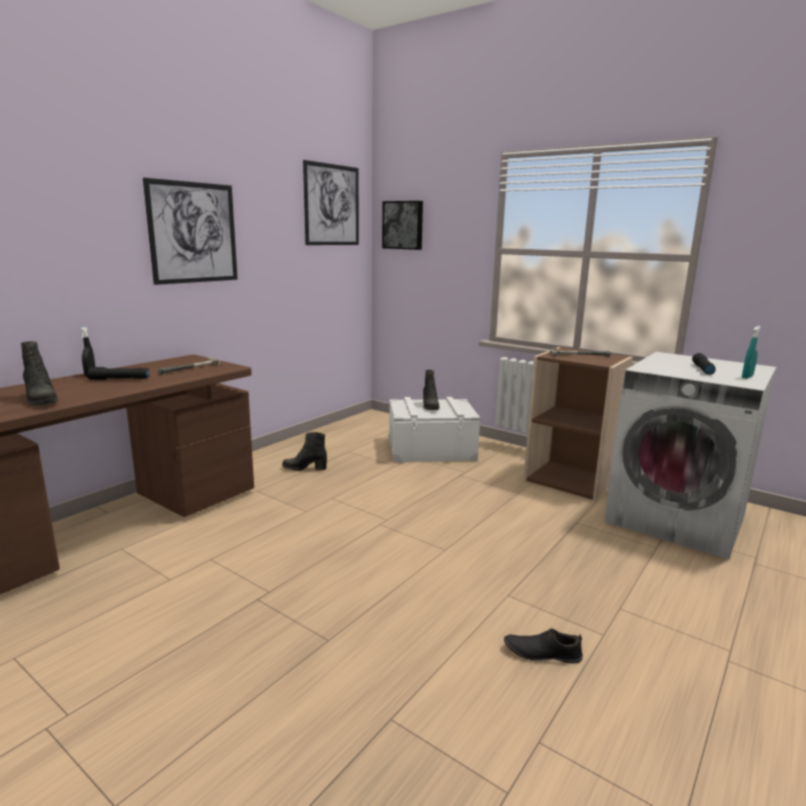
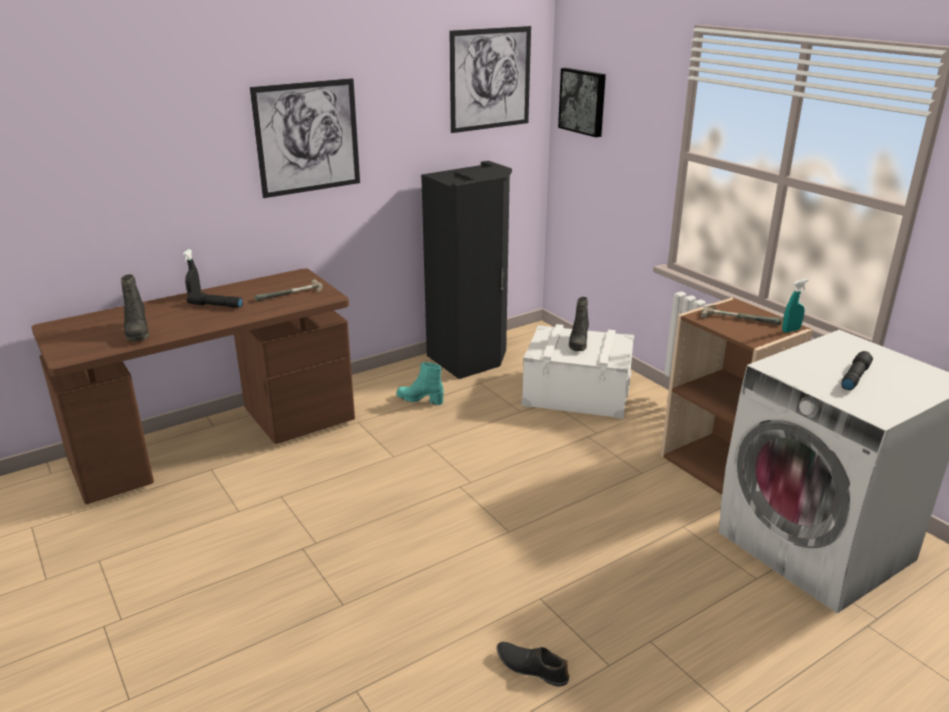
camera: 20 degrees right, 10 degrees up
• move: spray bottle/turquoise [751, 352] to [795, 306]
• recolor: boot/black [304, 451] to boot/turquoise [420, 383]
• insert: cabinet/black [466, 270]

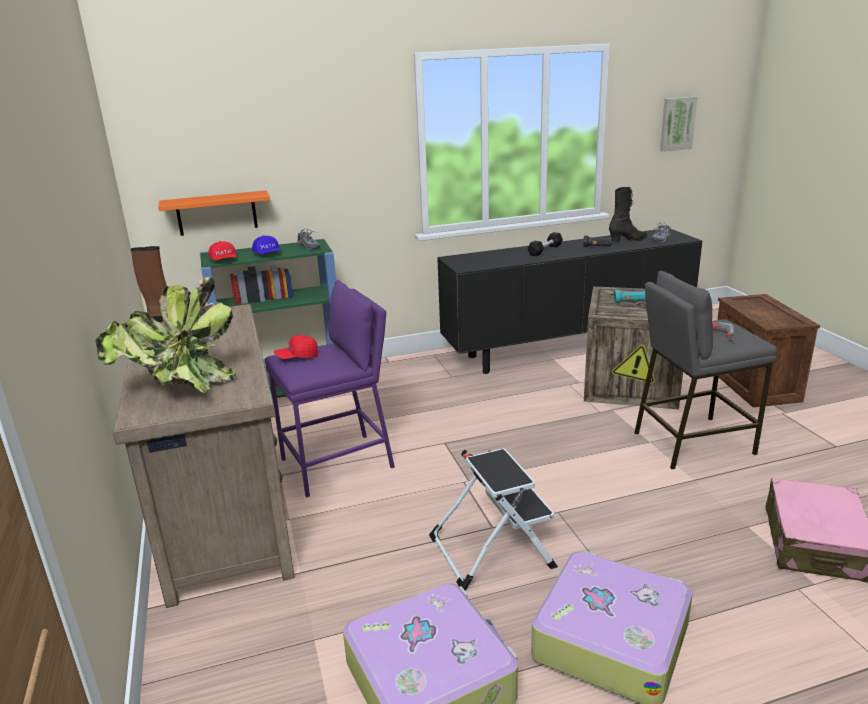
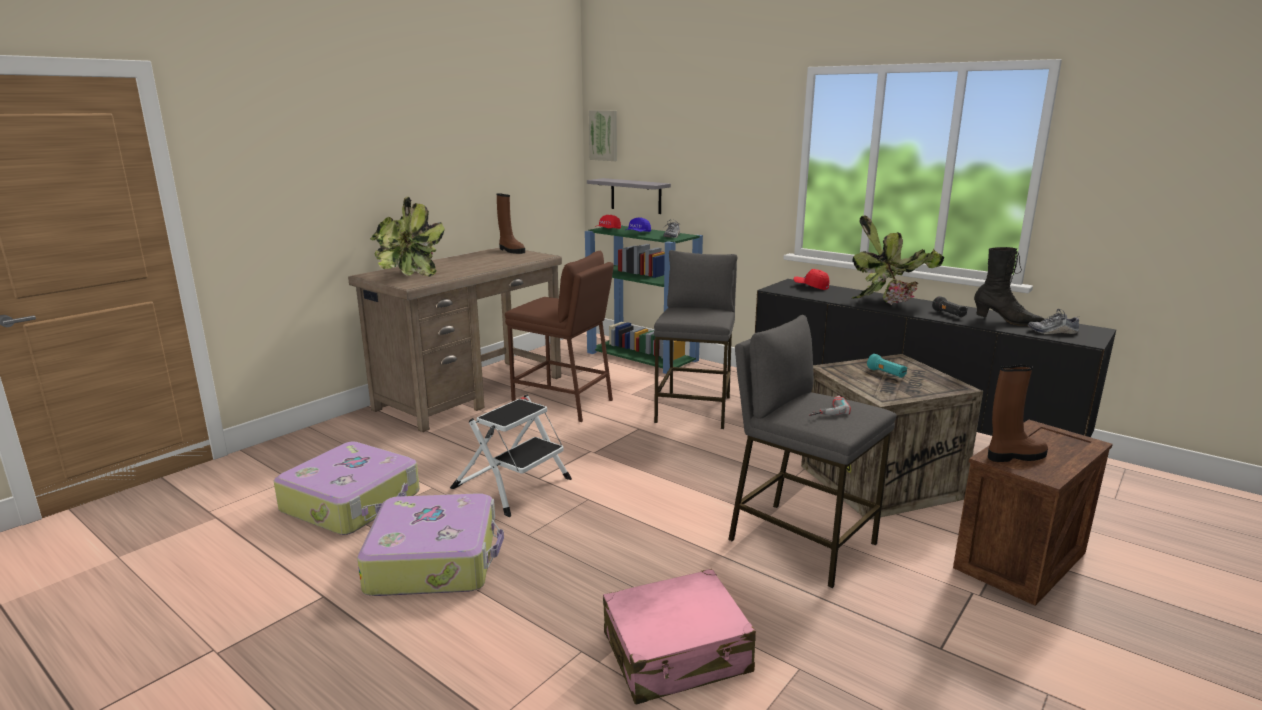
camera: 55 degrees right, 5 degrees down
• move: picture [678, 124] to [603, 135]
• recolor: shelf/orange [214, 213] to shelf/grey [629, 196]
• replace: dumbbell/black [545, 244] to potted plant [897, 260]
• recolor: stool/purple [330, 388] to stool/brown [559, 336]
• move: cap/red [296, 347] to [812, 279]
• insert: stool/grey [695, 339]
• insert: boot/brown [1018, 413]

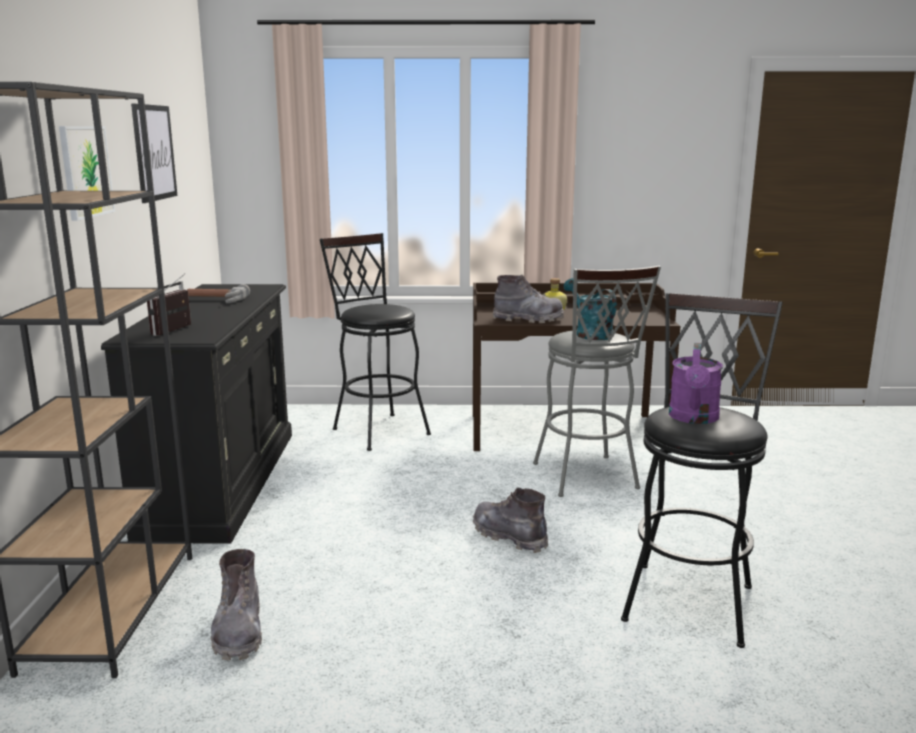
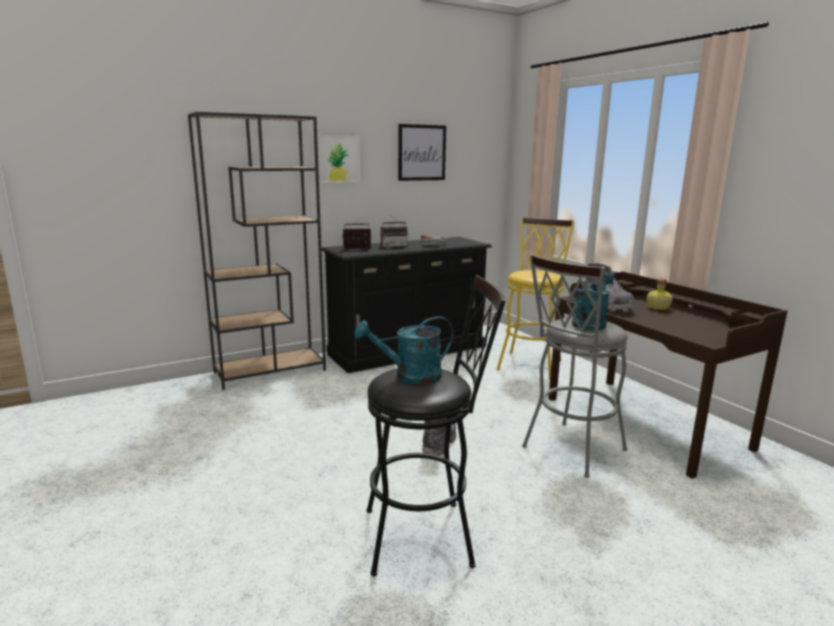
camera: 60 degrees right, 0 degrees up
• recolor: stool/black [375, 342] to stool/yellow [535, 298]
• recolor: watering can/purple [696, 383] to watering can/turquoise [404, 350]
• delete: boot/grey [236, 605]
• insert: radio [394, 231]

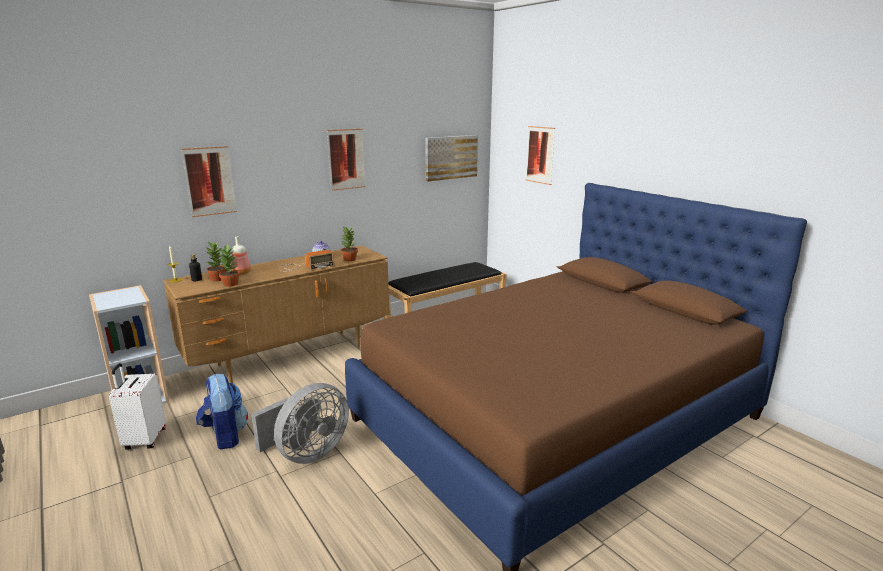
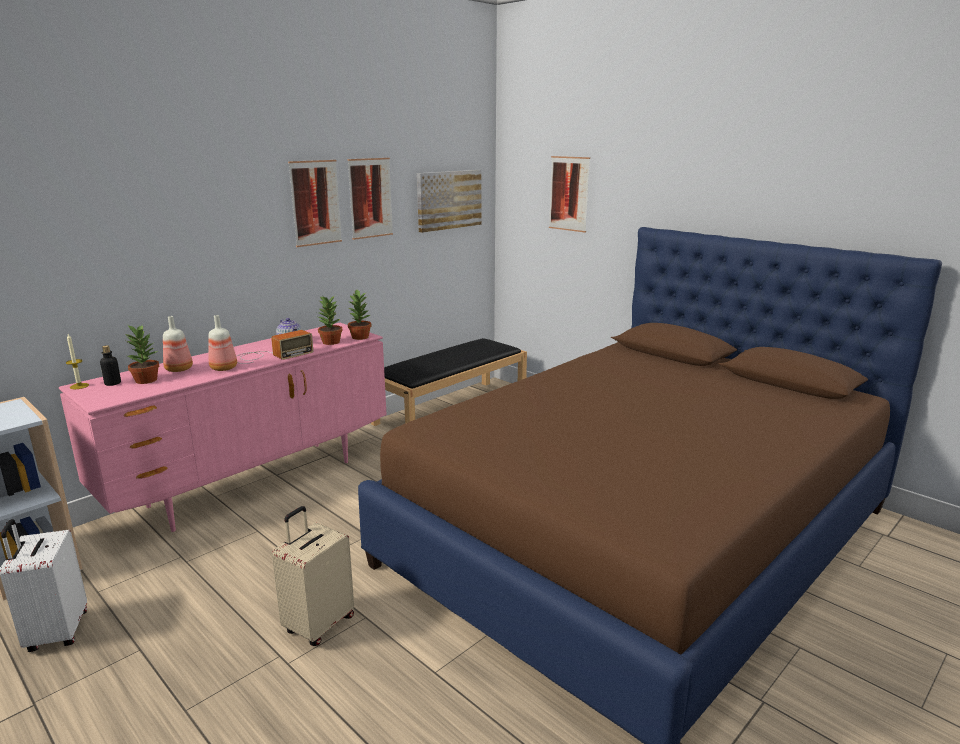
camera: 10 degrees left, 0 degrees up
• move: picture [209, 181] to [370, 199]
• move: potted plant [228, 265] to [359, 315]
• recolor: dresser/brown [276, 314] to dresser/pink [223, 427]
• delete: backpack [222, 411]
• replace: fan/grey [300, 423] to suitcase/beige [313, 576]
• insert: bottle [223, 343]

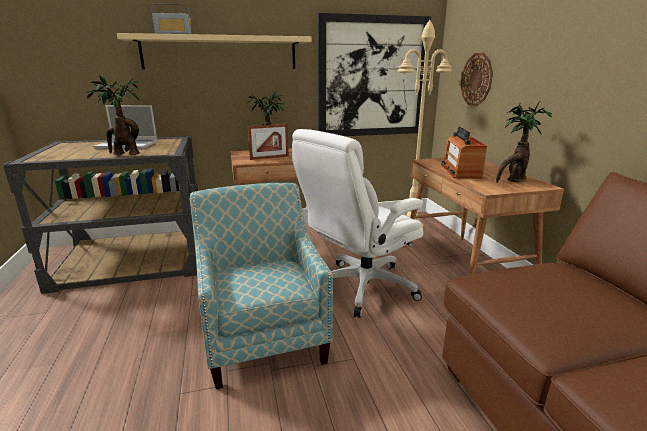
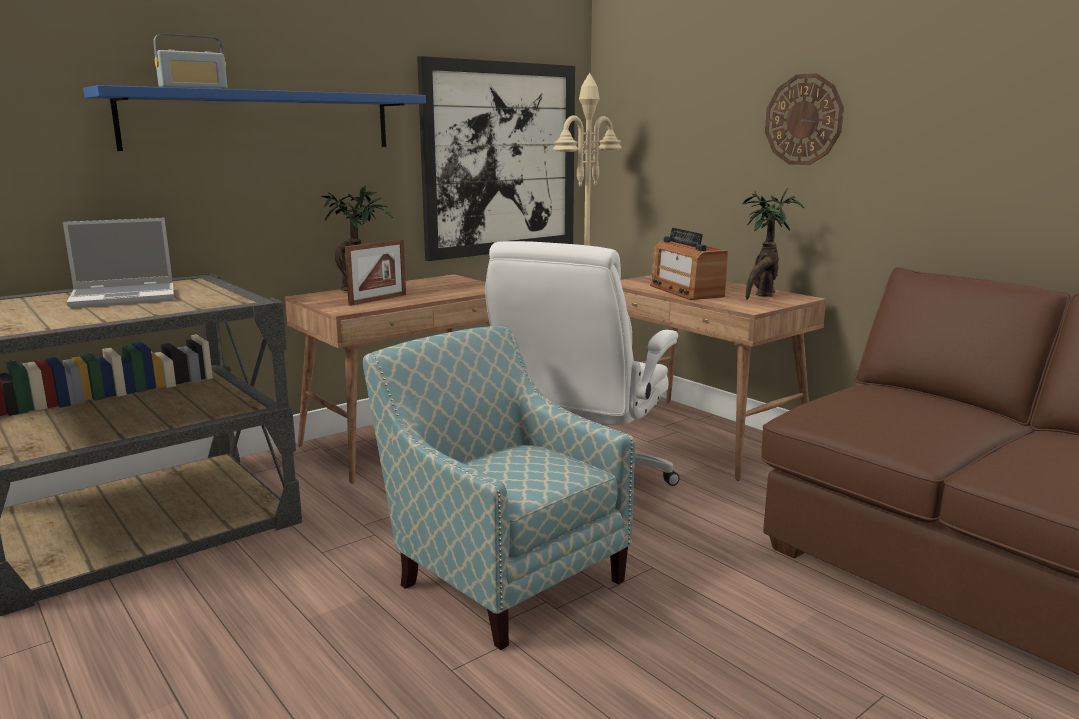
camera: 25 degrees left, 5 degrees down
• recolor: shelf/beige [214, 51] to shelf/blue [254, 118]
• move: wall clock [477, 79] to [804, 119]
• delete: potted plant [113, 115]

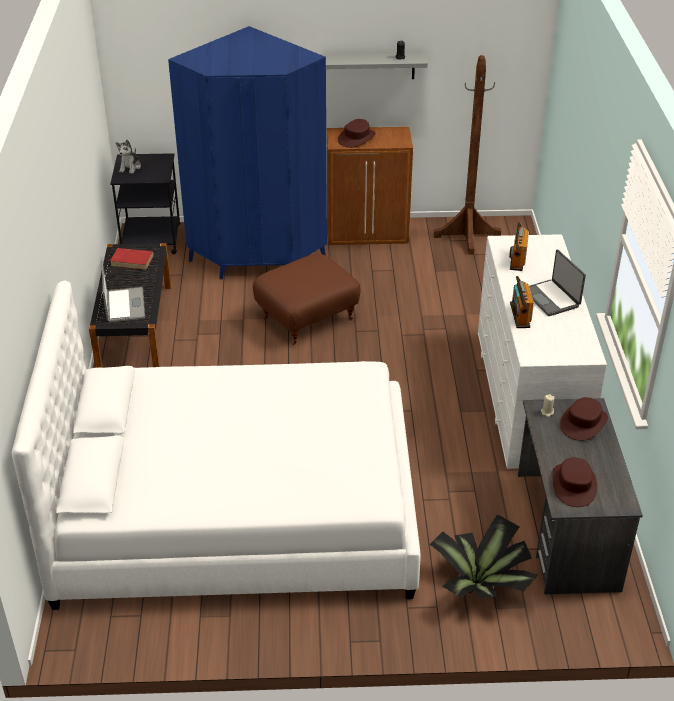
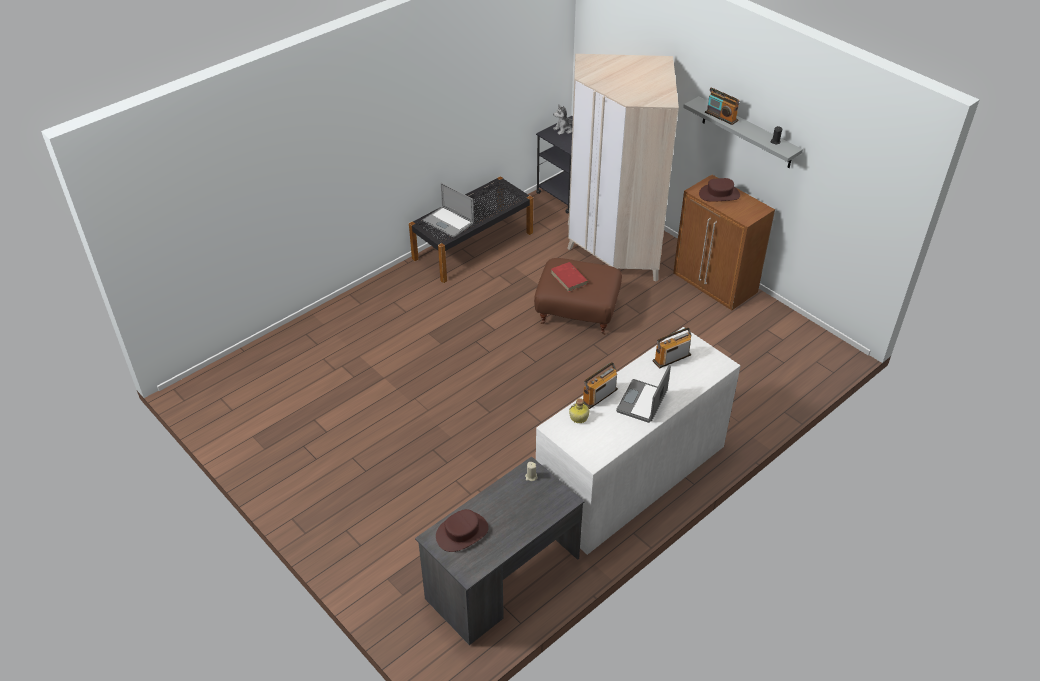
camera: 50 degrees right, 5 degrees up
• recolor: wardrobe/blue [247, 152] to wardrobe/beige [623, 168]
• delete: clothes rack/brown [467, 155]
• move: book/red [132, 259] to [570, 277]
• rotate: laptop [123, 291] = [448, 210] 90 degrees clockwise
• delete: bed/white [216, 445]
• delete: hat/brown [584, 419]
• delete: potted plant [484, 556]
• insert: radio [722, 106]
• insert: bottle [579, 410]

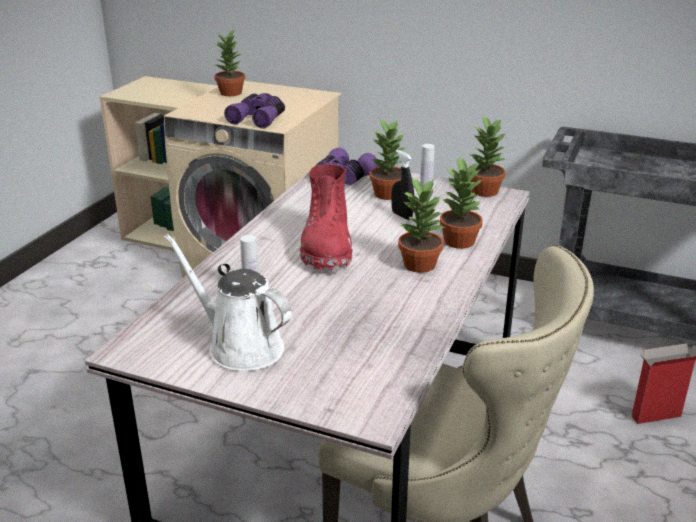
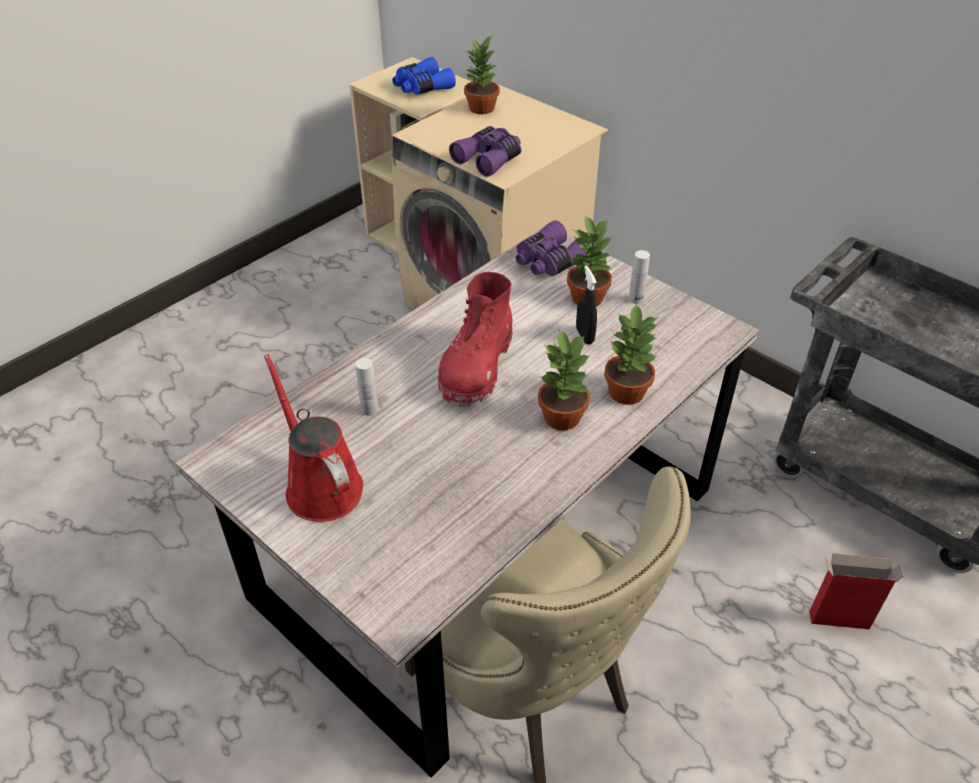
camera: 20 degrees right, 15 degrees up
• delete: potted plant [488, 156]
• recolor: watering can/white [228, 302] to watering can/red [313, 438]
• insert: binoculars/blue [424, 76]

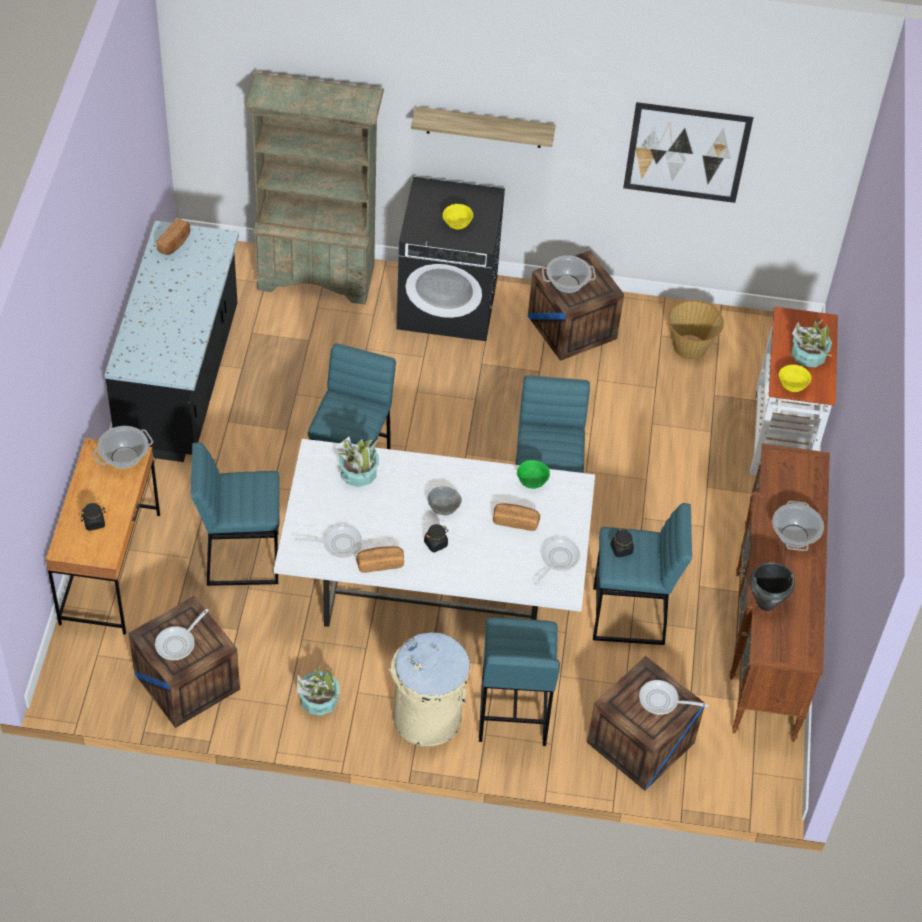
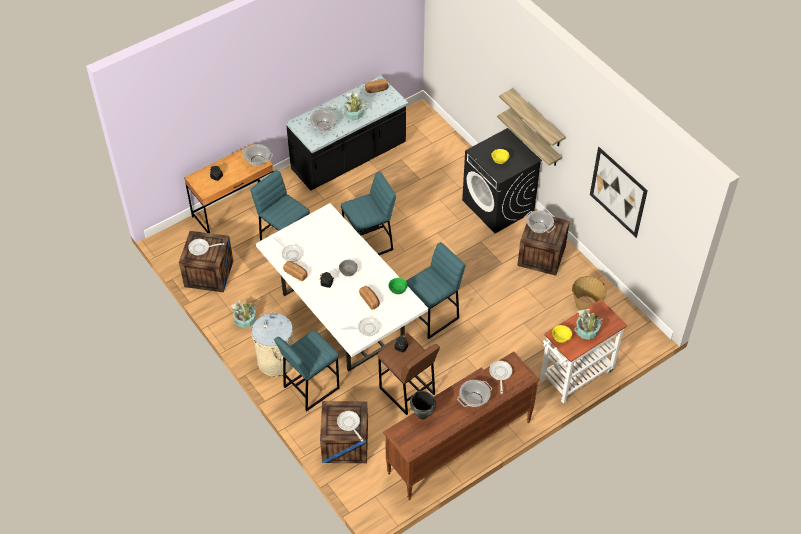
camera: 50 degrees right, 0 degrees up
• delete: bookcase/green [314, 188]
• move: potted plant [357, 462] to [354, 106]
• recolor: stool/turquoise [642, 574] to stool/brown [409, 374]
• insert: cooking pot [323, 120]
• insert: shelf [529, 137]
• insert: frying pan [500, 377]

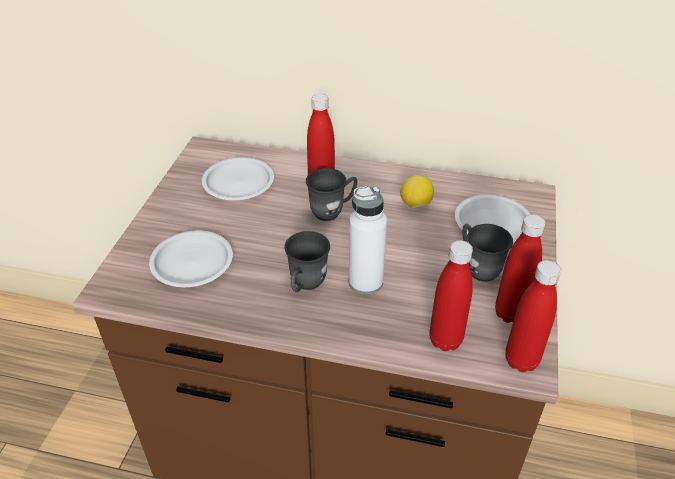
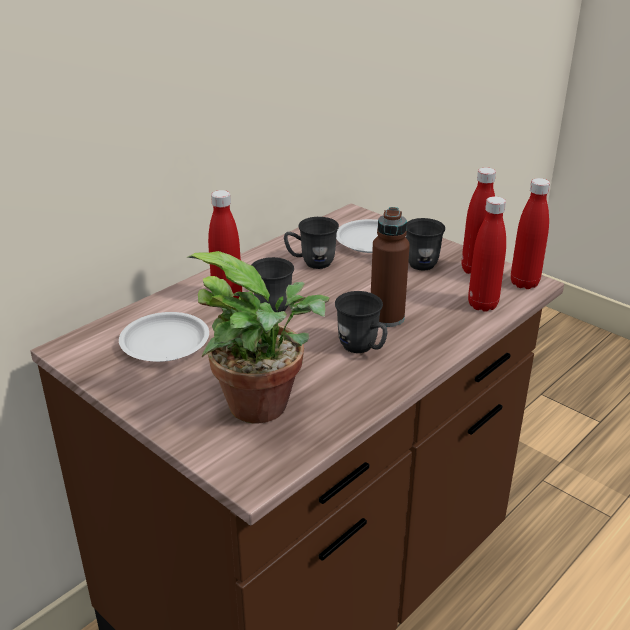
camera: 60 degrees left, 10 degrees down
• replace: lemon [417, 191] to mug/grey [311, 243]
• recolor: bottle/white [368, 240] to bottle/brown [390, 267]
• replace: plate/white [191, 258] to potted plant [259, 337]

